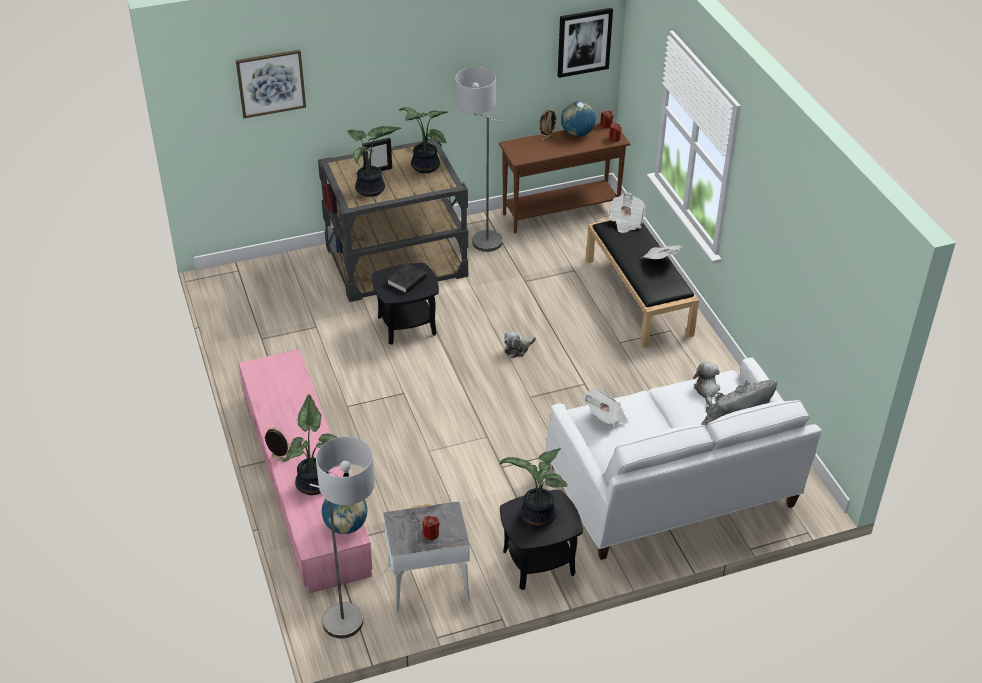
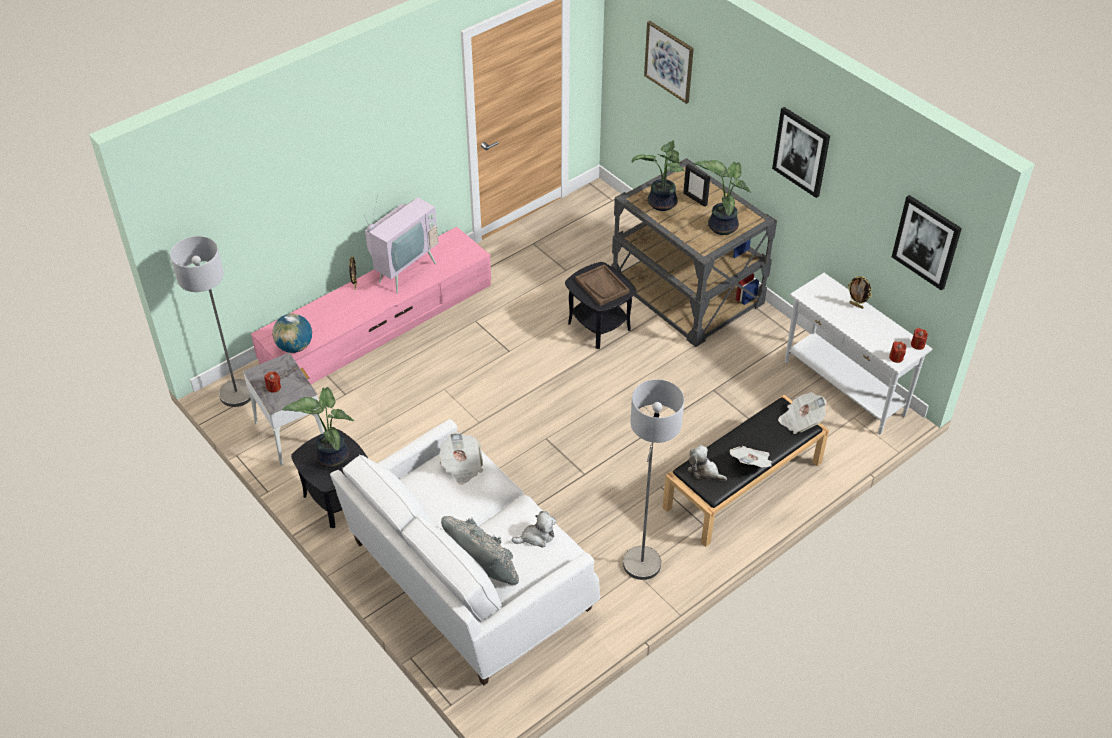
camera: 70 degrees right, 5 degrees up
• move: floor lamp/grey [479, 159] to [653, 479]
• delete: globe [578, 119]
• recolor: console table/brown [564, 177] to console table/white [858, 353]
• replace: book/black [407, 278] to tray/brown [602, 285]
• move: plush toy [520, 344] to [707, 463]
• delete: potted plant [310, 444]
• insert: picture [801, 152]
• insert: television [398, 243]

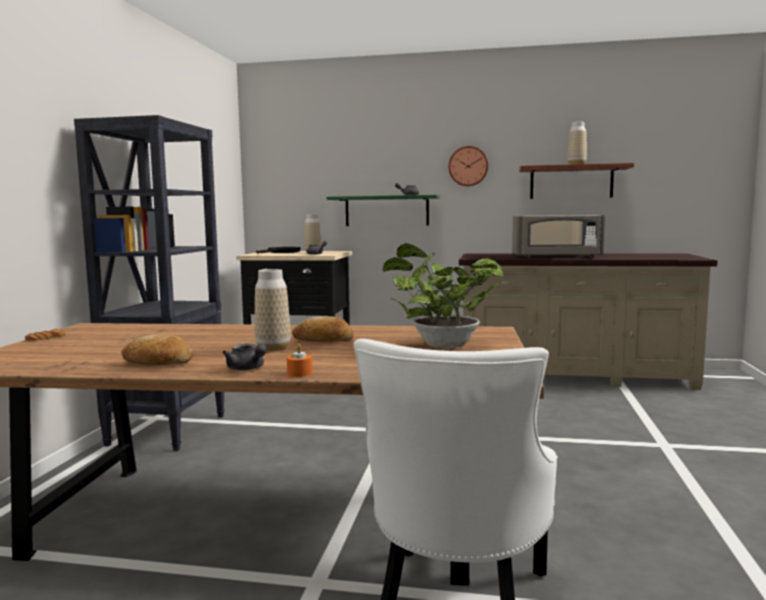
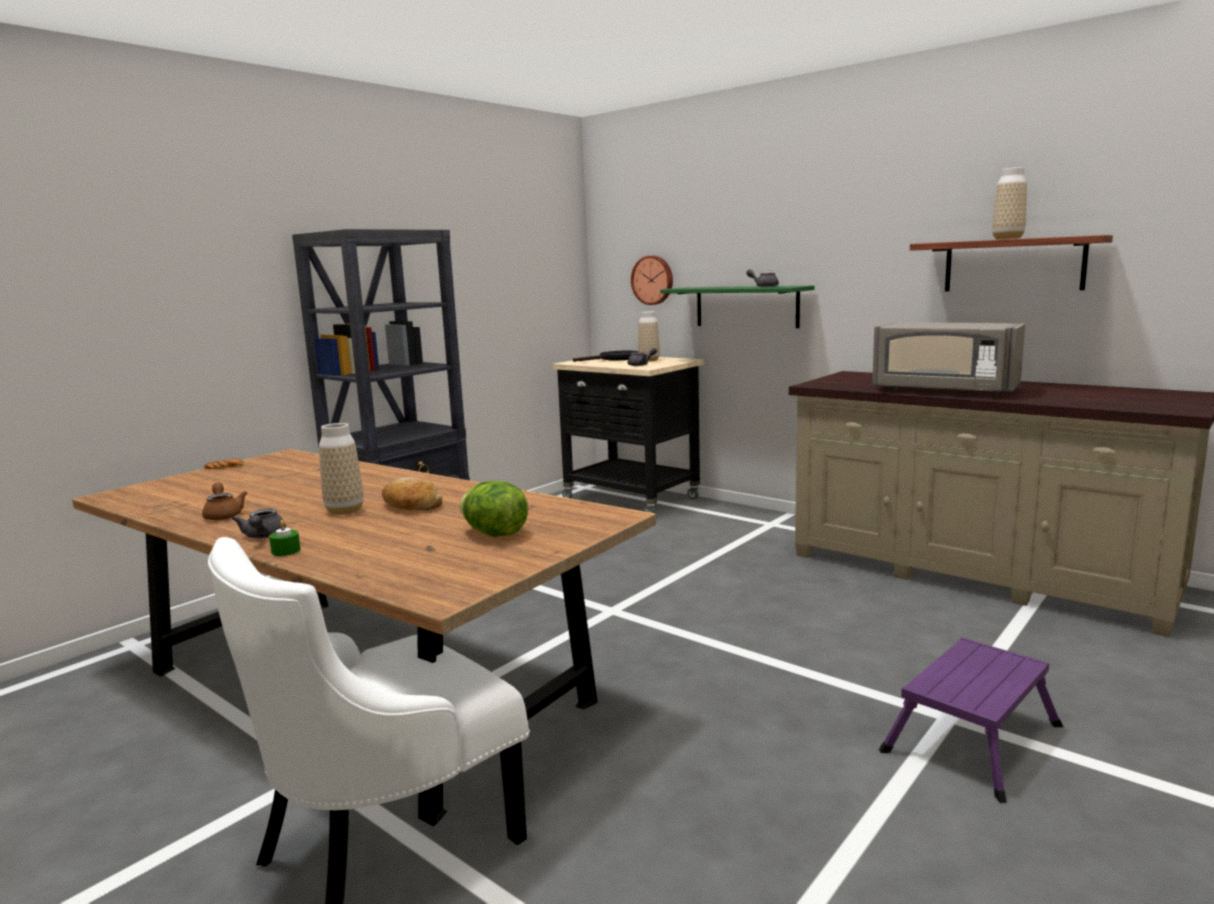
camera: 30 degrees right, 5 degrees up
• move: wall clock [468, 166] to [652, 280]
• replace: potted plant [443, 296] to lettuce [494, 509]
• replace: bread [157, 350] to teapot/brown [225, 501]
• recolor: candle/orange [300, 360] to candle/green [285, 538]
• insert: step ladder/purple [971, 720]

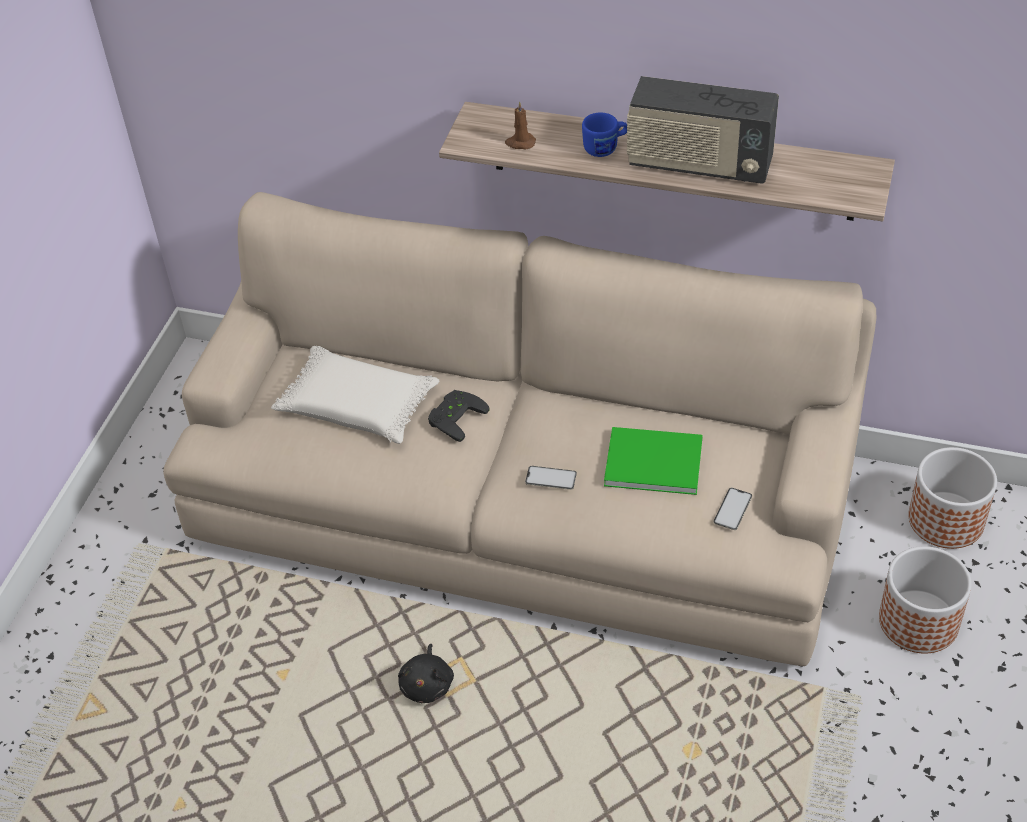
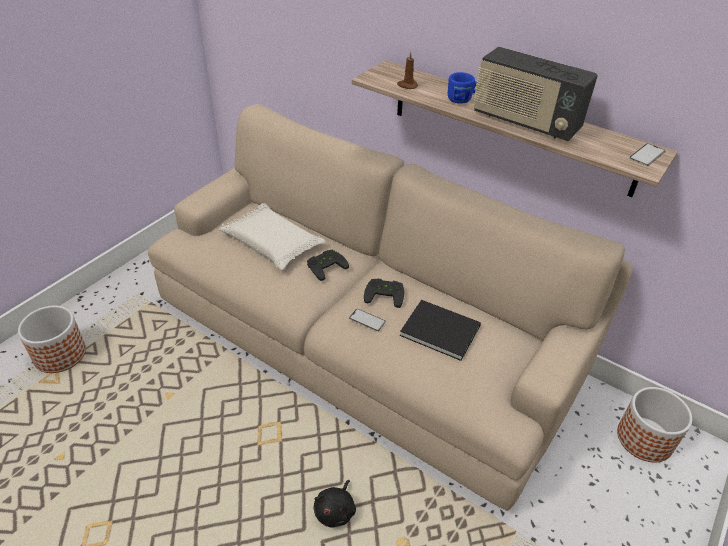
camera: 15 degrees right, 5 degrees down
• recolor: book/green [653, 461] to book/black [440, 330]
• move: phone [732, 509] to [647, 154]
• move: planter [925, 599] to [52, 339]
• move: plush toy/black [426, 673] to [334, 504]
• insert: game controller/black [384, 293]

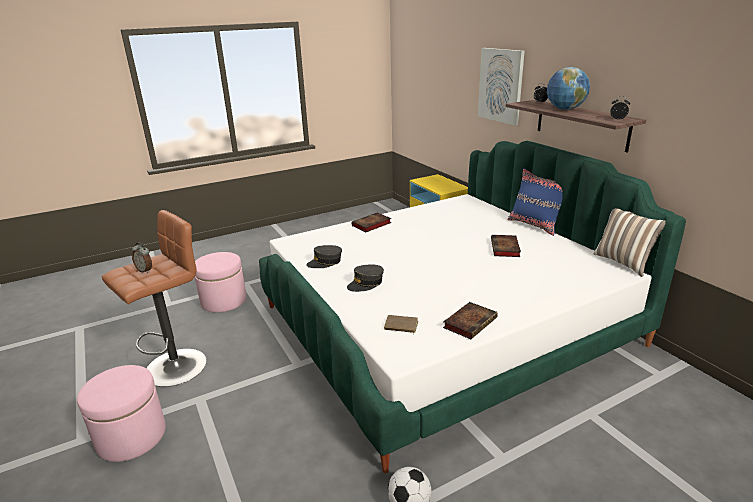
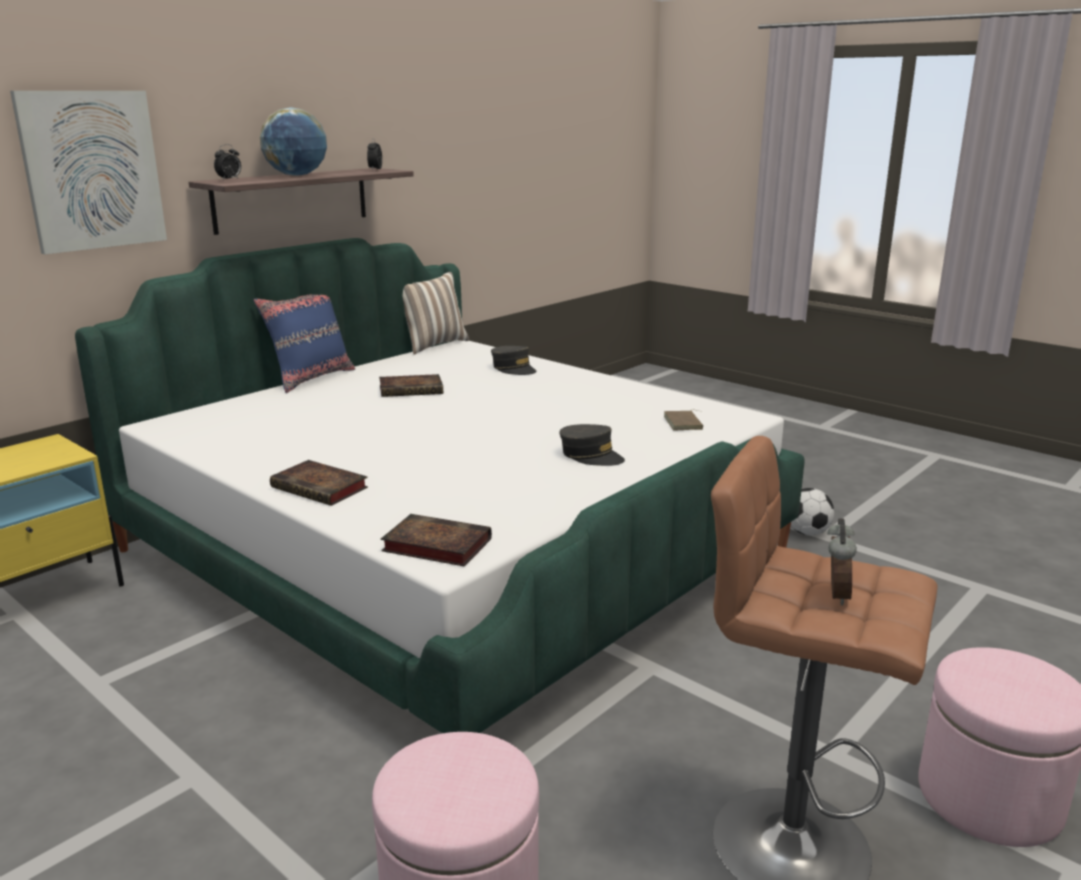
camera: 110 degrees left, 5 degrees down
• move: cap/grey [324, 256] to [513, 360]
• move: book [470, 320] to [436, 540]

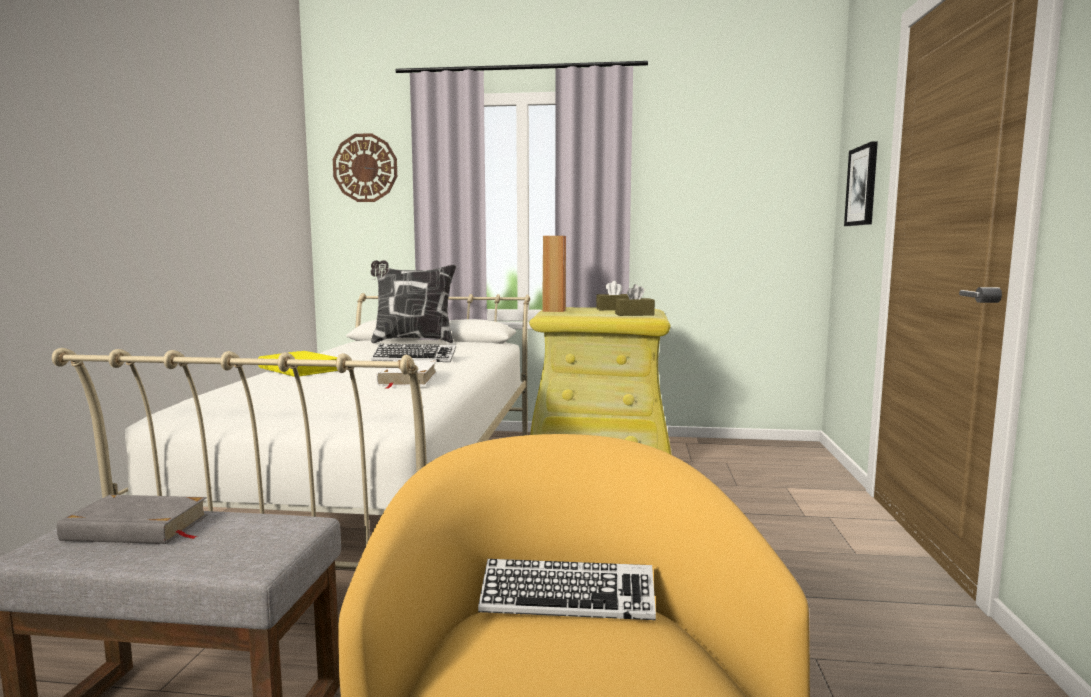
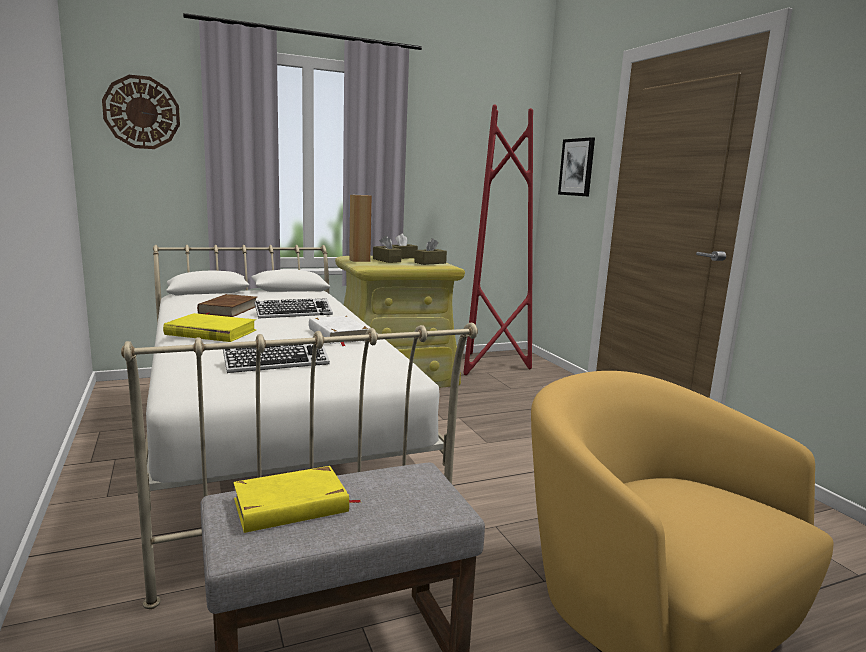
camera: 30 degrees left, 5 degrees up
• delete: pillow [413, 301]
• recolor: book/grey [132, 519] to book/yellow [296, 499]
• move: keyboard [567, 589] to [276, 358]
• insert: clothes rack/red [498, 240]
• insert: tissue box/brown [387, 249]
• insert: book/brown [227, 305]

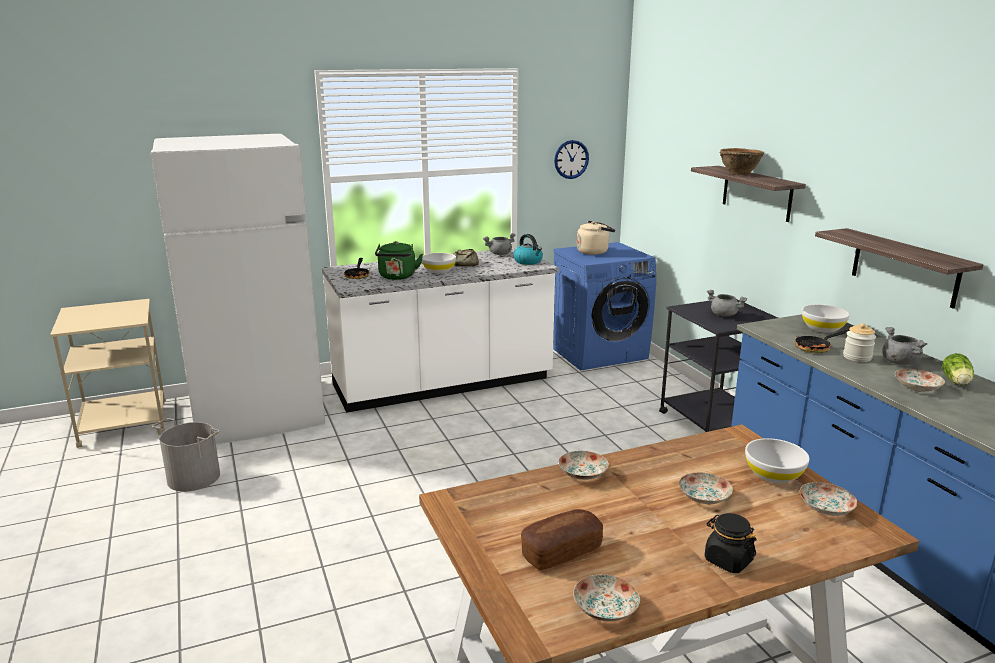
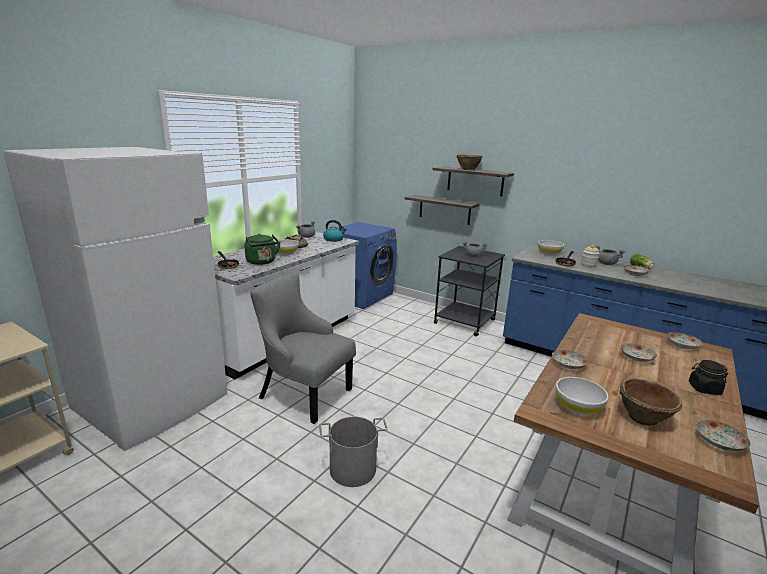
camera: 35 degrees left, 0 degrees up
• delete: wall clock [571, 159]
• delete: kettle/beige [596, 238]
• move: shelf [899, 268] to [442, 210]
• move: bucket/grey [186, 455] to [353, 452]
• move: bowl/white [777, 461] to [582, 396]
• replace: bread [562, 539] to bowl/brown [650, 402]
• insert: chair/grey [303, 348]

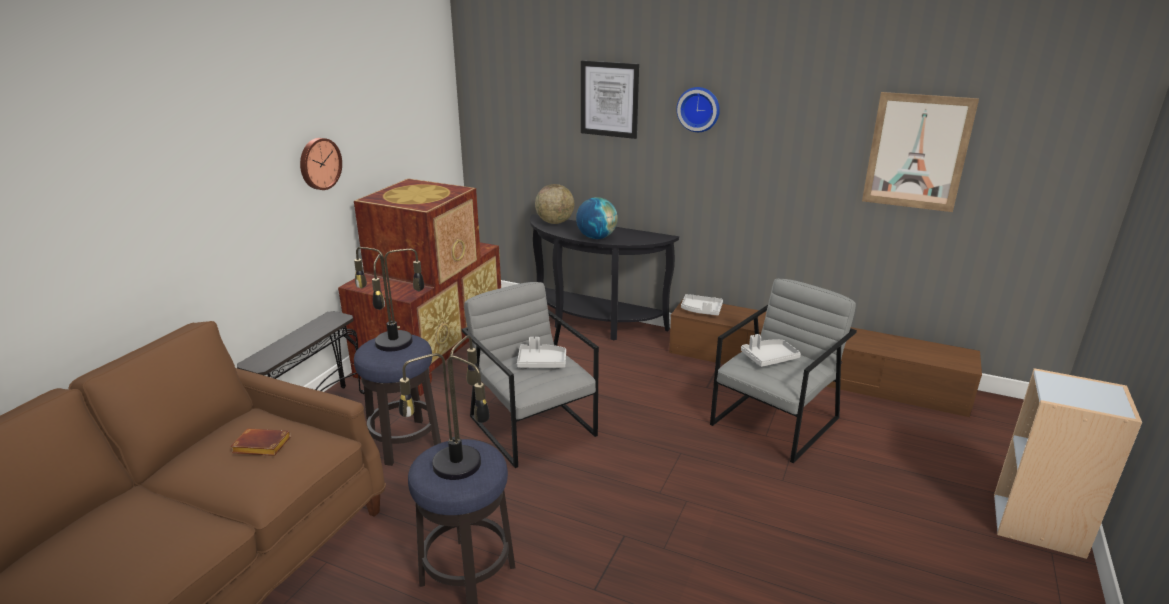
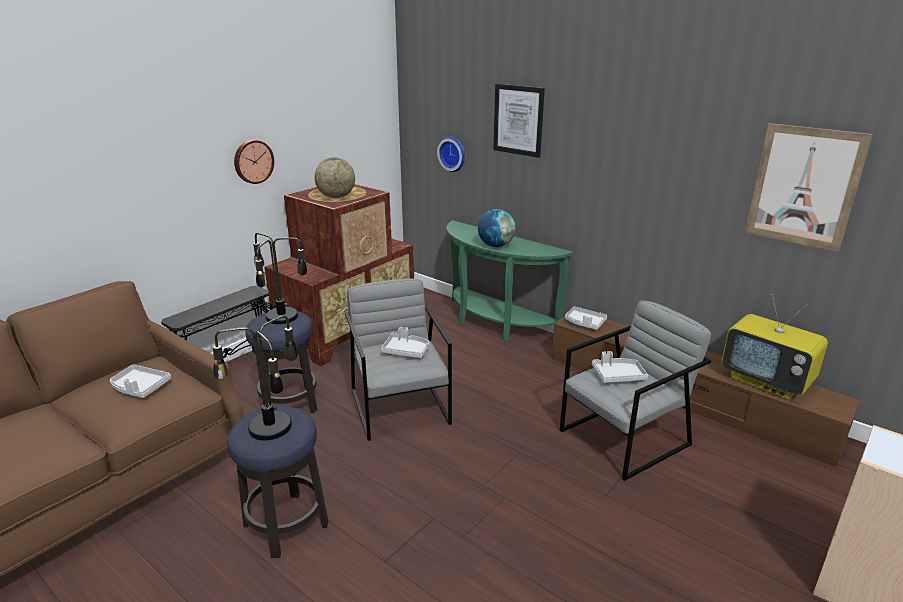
camera: 15 degrees right, 0 degrees up
• move: wall clock [698, 109] to [451, 154]
• move: globe [554, 204] to [334, 177]
• recolor: console table/black [604, 277] to console table/green [509, 280]
• replace: book/brown [260, 442] to tray/grey [140, 381]
• insert: television [774, 347]

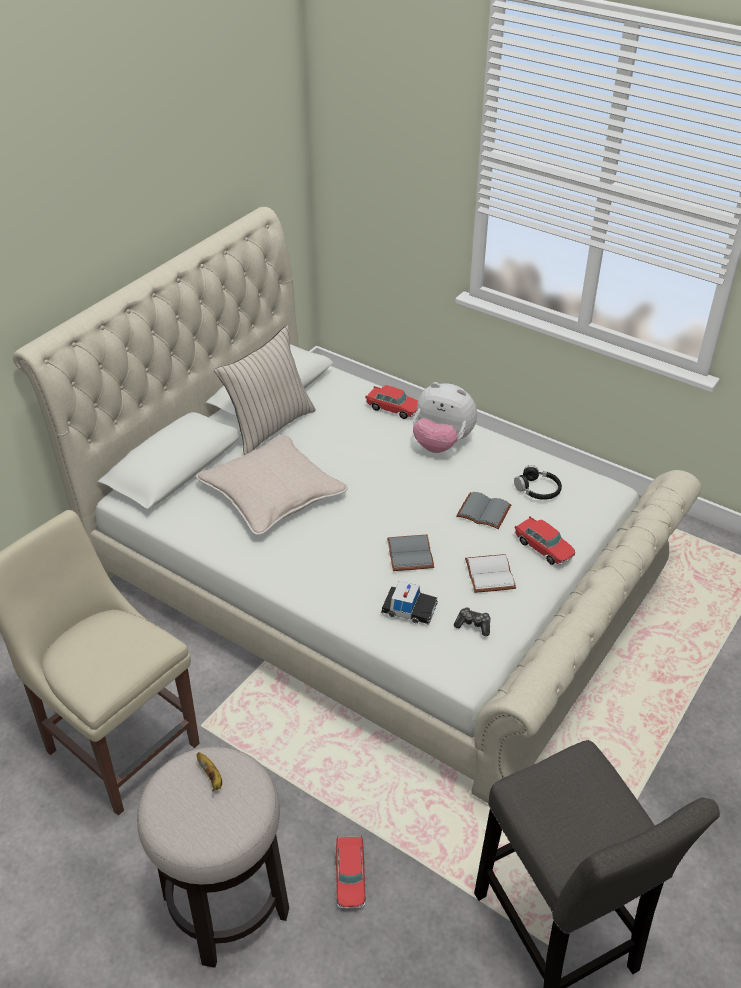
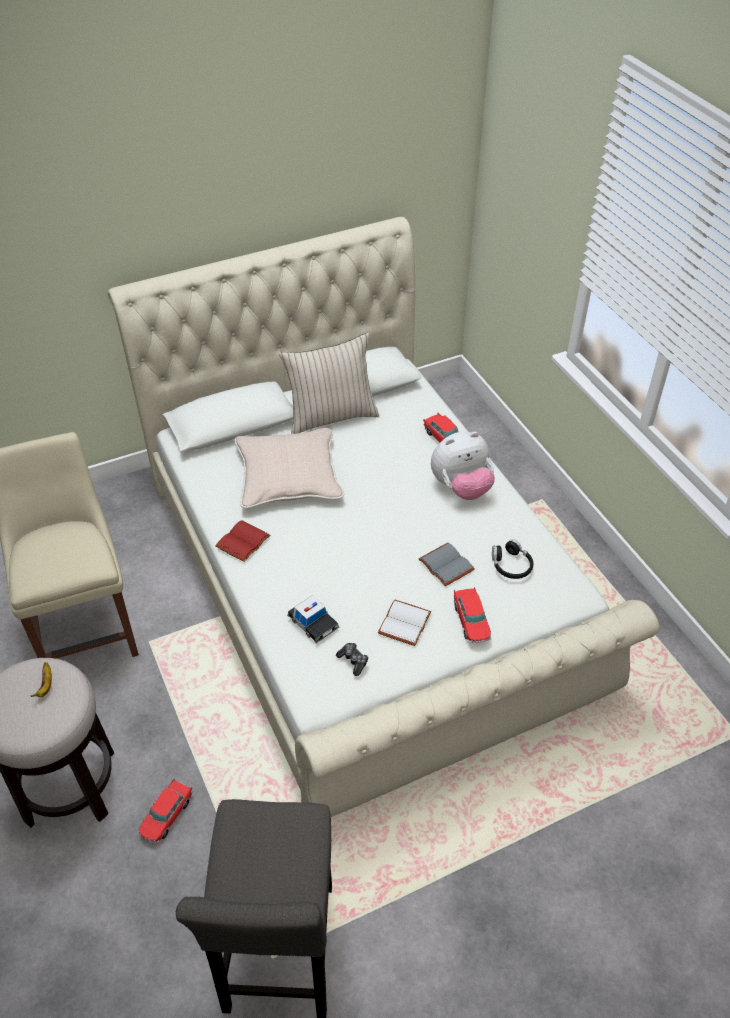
camera: 30 degrees right, 5 degrees up
• rotate: plush toy [445, 417] = [463, 466] 75 degrees counterclockwise
• delete: book/grey [410, 553]
• insert: book/red [242, 541]

